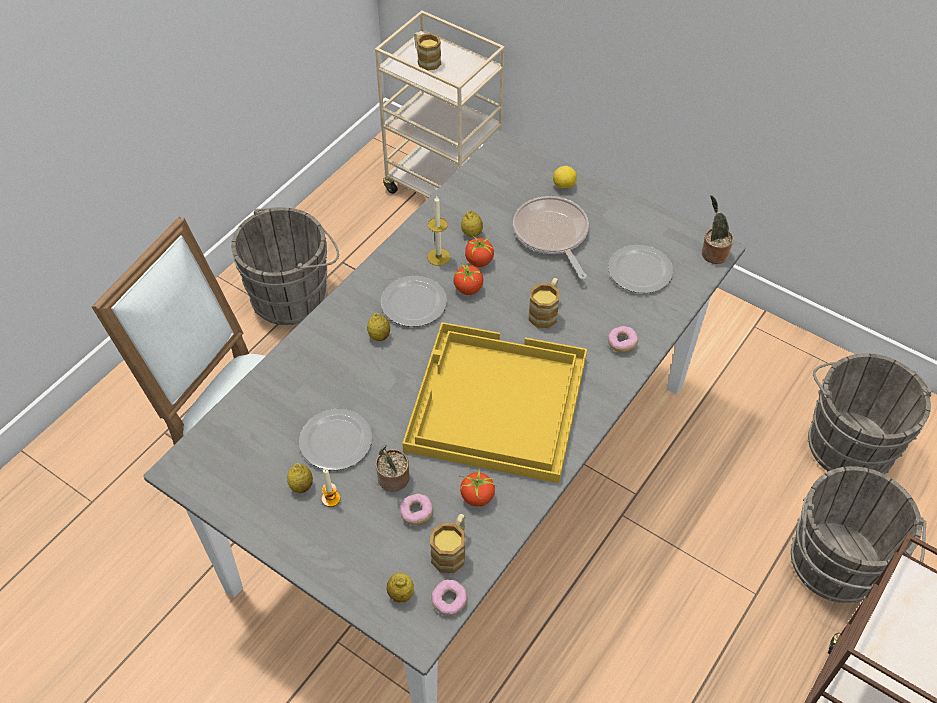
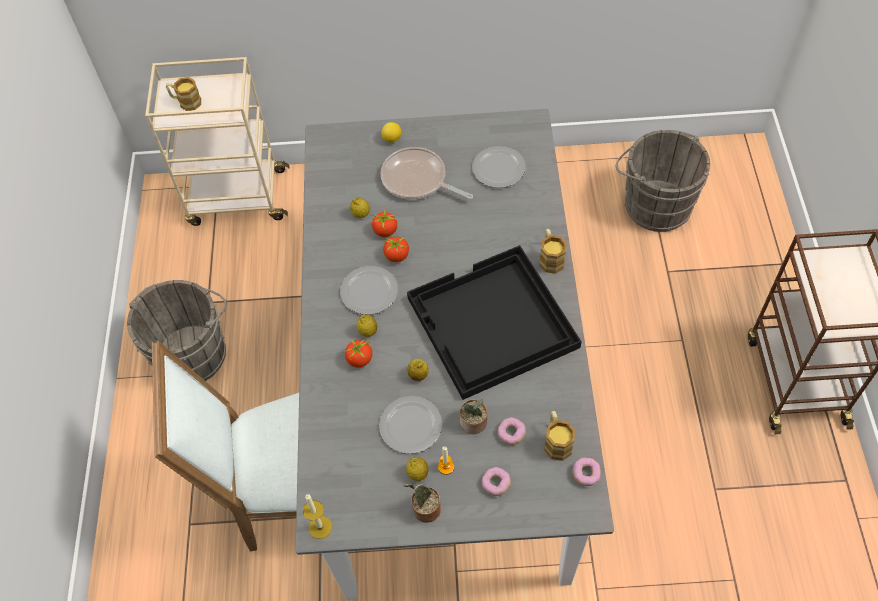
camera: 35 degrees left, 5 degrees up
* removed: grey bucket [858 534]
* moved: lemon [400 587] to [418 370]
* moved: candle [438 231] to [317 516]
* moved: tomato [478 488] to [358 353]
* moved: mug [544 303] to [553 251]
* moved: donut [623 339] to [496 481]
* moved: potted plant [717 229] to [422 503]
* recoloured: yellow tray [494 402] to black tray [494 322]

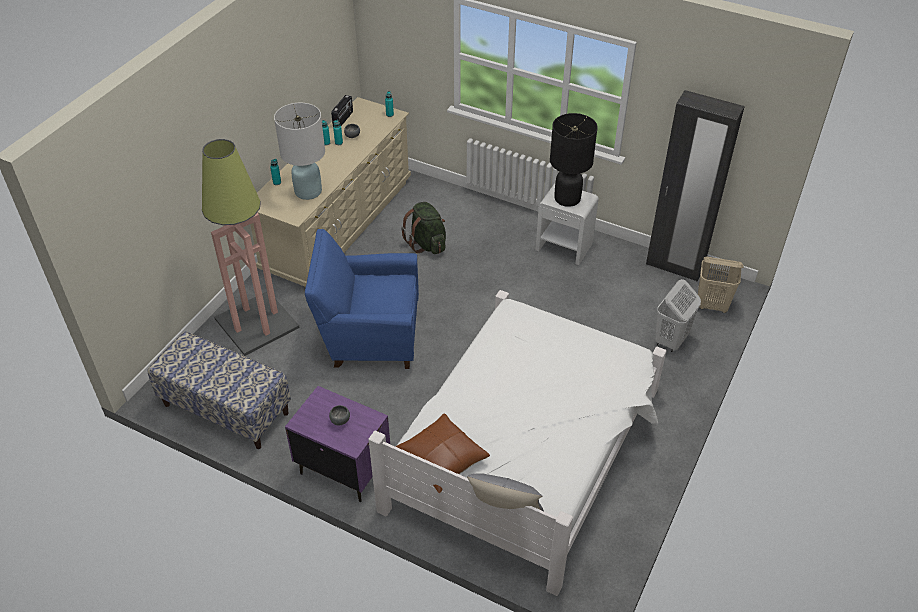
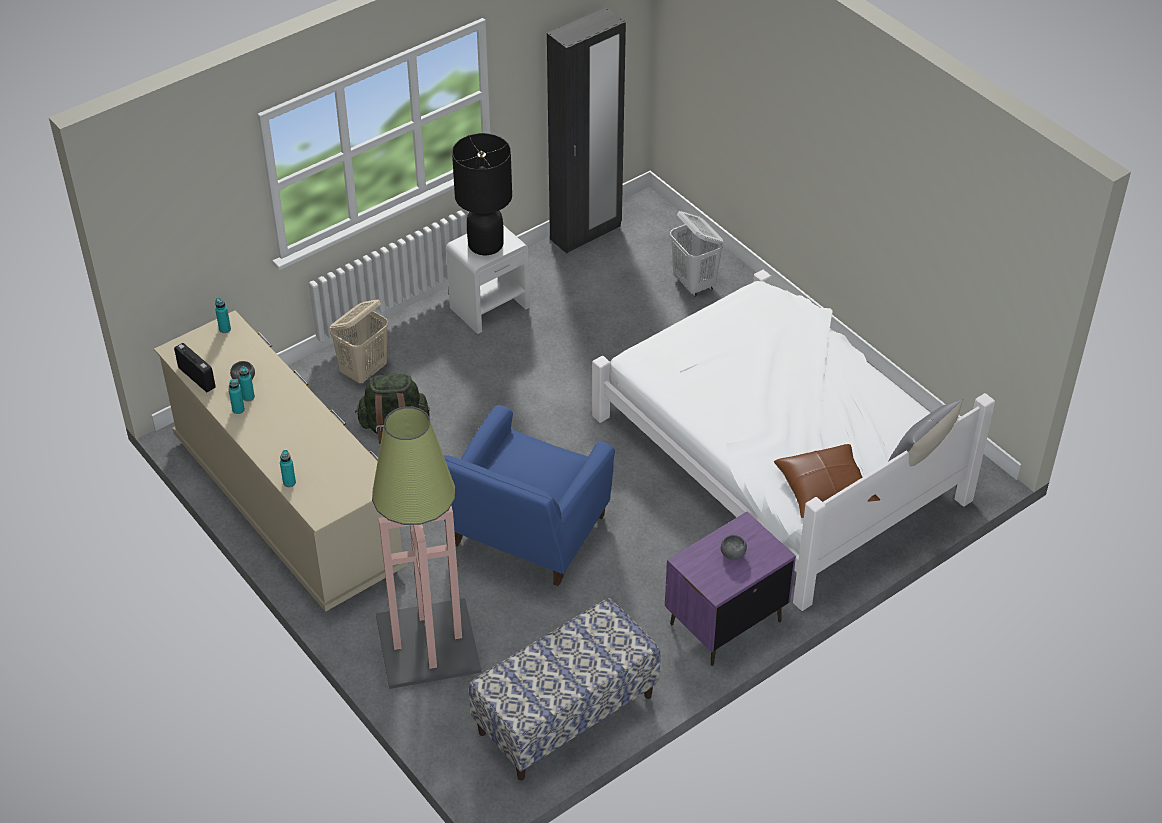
camera: 65 degrees left, 0 degrees up
* removed: white table lamp [299 151]
* moved: beige laundry basket [721 285] to [359 341]

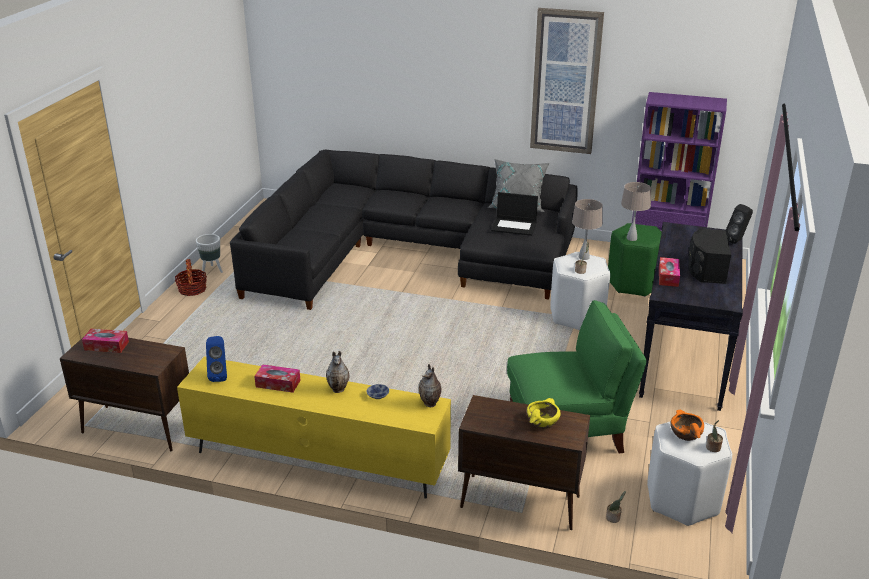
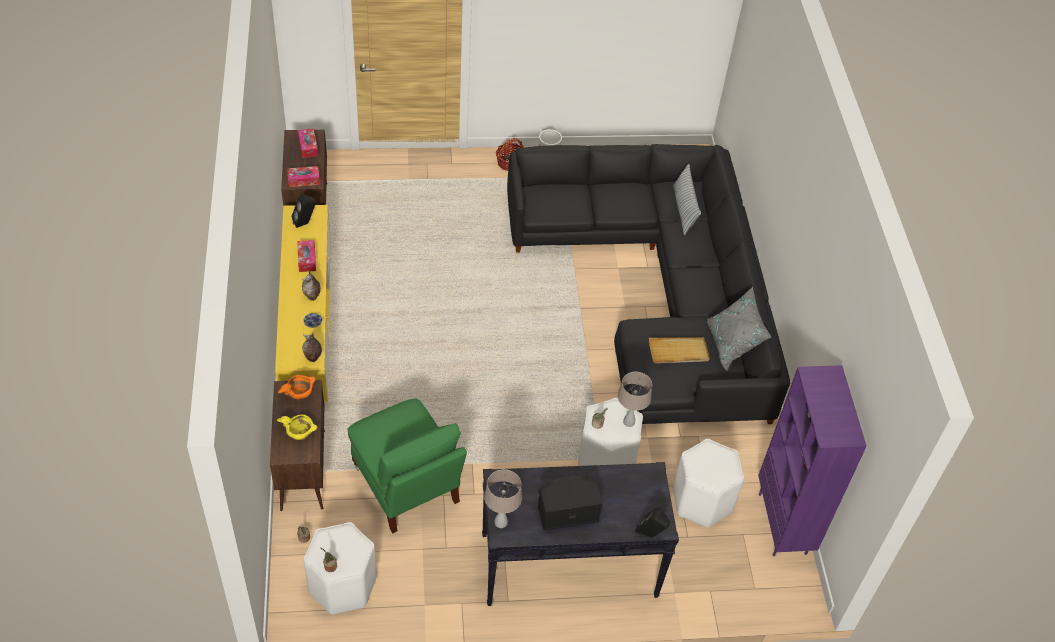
camera: 65 degrees right, 20 degrees up
* removed: picture [567 81]
* added: pillow [687 199]
* moved: beige table lamp [636 211] to [503 498]
* moved: tissue box [669 272] to [303 176]
* moved: orange bowl [687 425] to [297 387]
* replaced: laptop [514 214] to beige tray [679 350]
* recoloured: blue speaker [216 359] to black speaker [304 211]
* recoloured: green stool [635 260] to white stool [708 483]

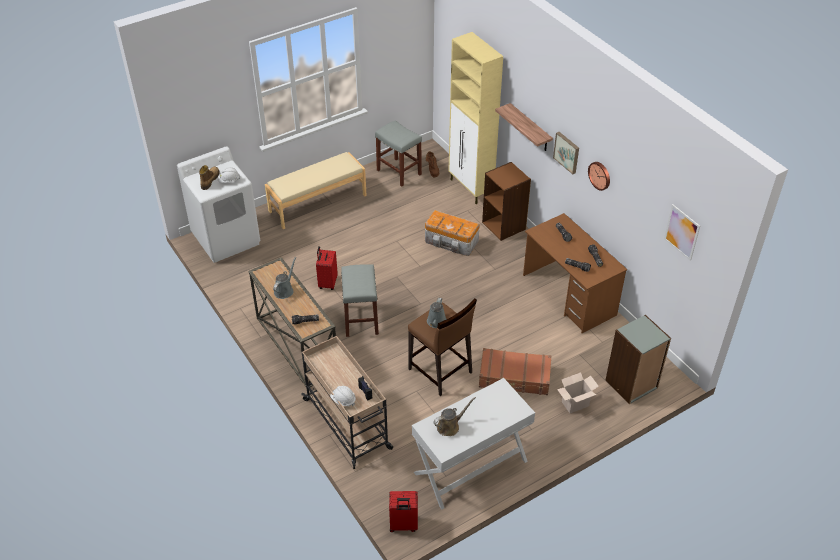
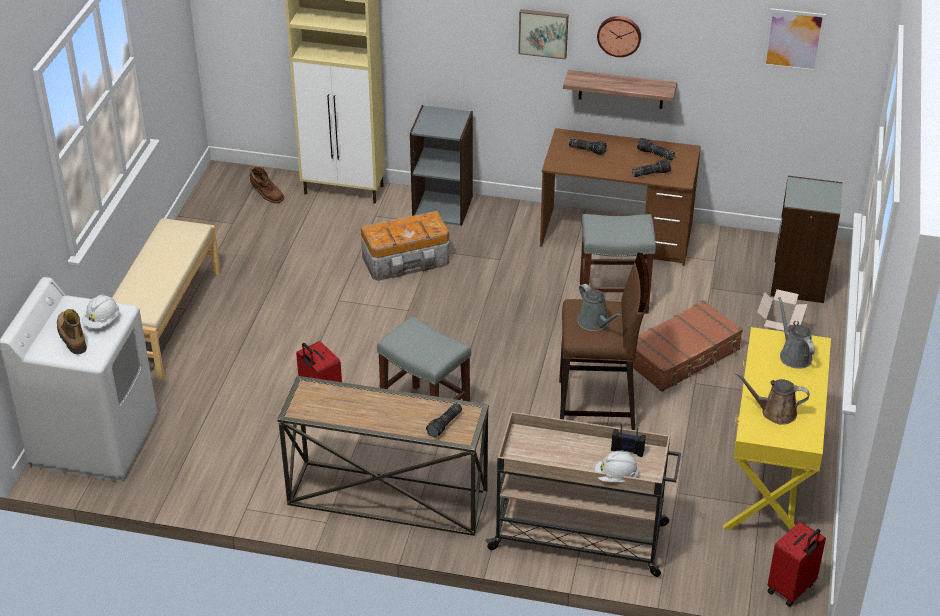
camera: 45 degrees left, 5 degrees down
* moved: grey watering can [284 278] to [796 333]
* moved: grey stool [398 153] to [618 264]
* moved: shelf [524 127] to [620 89]
* recoloured: white console table [473 443] to yellow console table [777 428]
* recoloured: brown bookcase [506 201] to grey bookcase [441 165]
* turned: brown watering can [454 416] = [772 398] 90 degrees counterclockwise

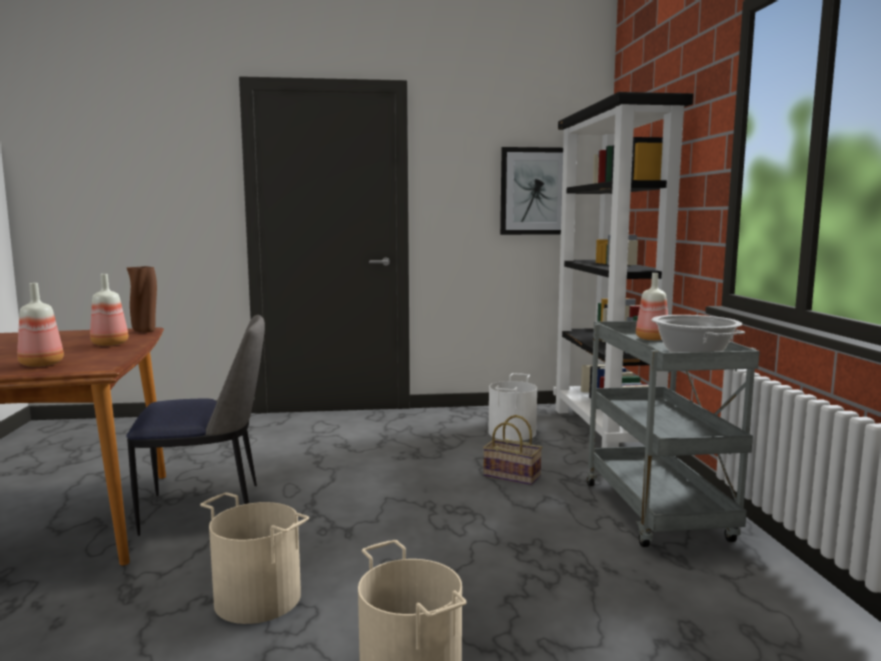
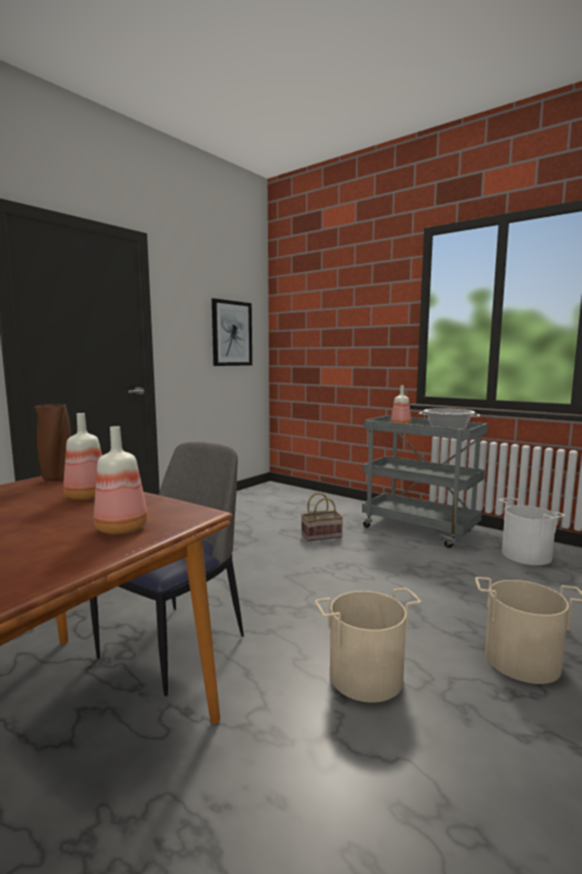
camera: 45 degrees left, 0 degrees up
* removed: black bookcase [623 270]
* moved: white bucket [512 407] to [532 531]

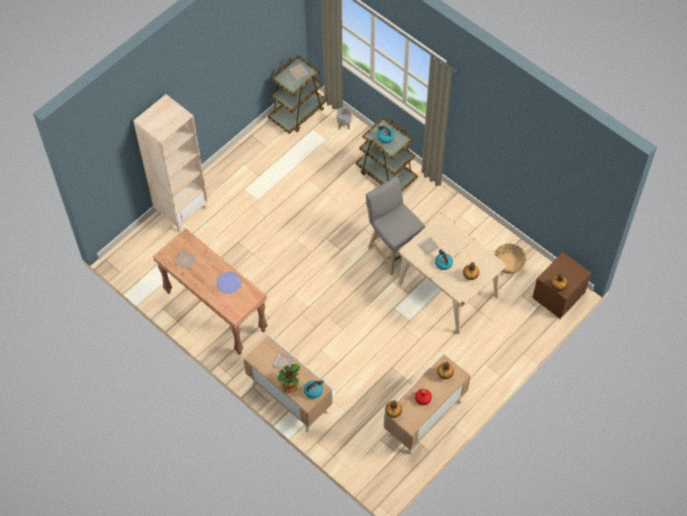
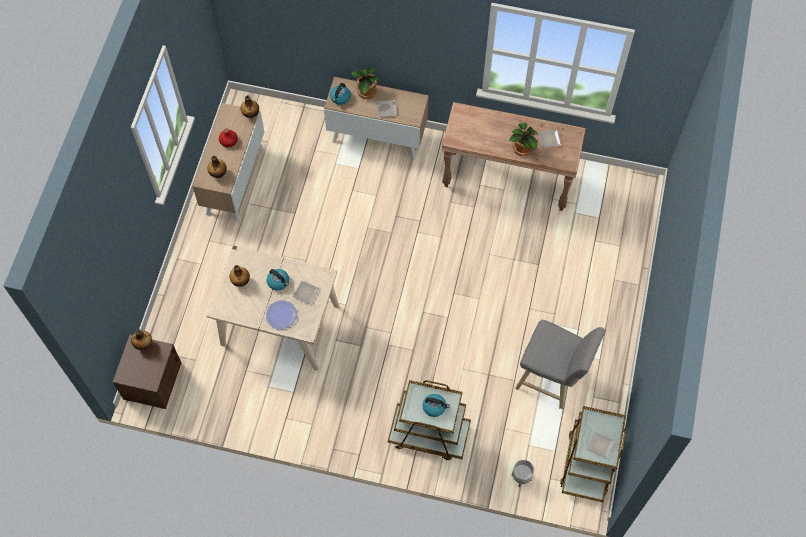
camera: 150 degrees right, 5 degrees up
* removed: beige bookcase [170 163]
* removed: basket [510 258]
* added: potted plant [523 139]
* moved: plate [229 283] to [281 314]
* moved: grey stool [395 225] to [560 364]

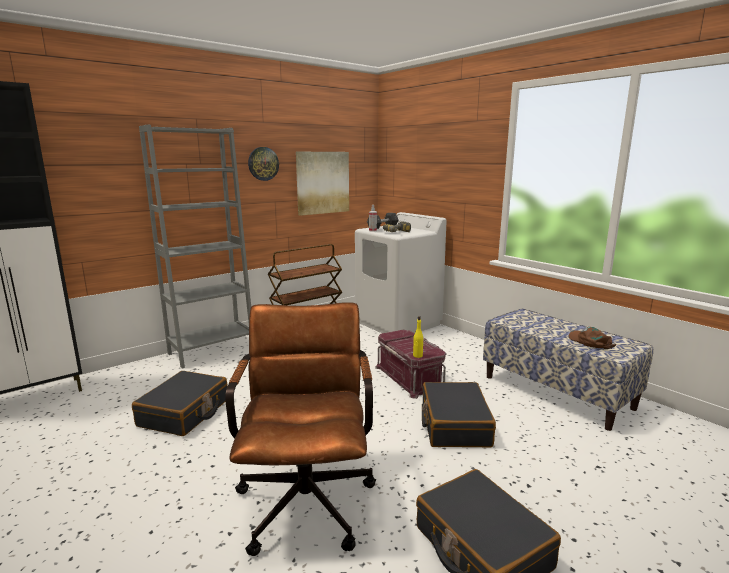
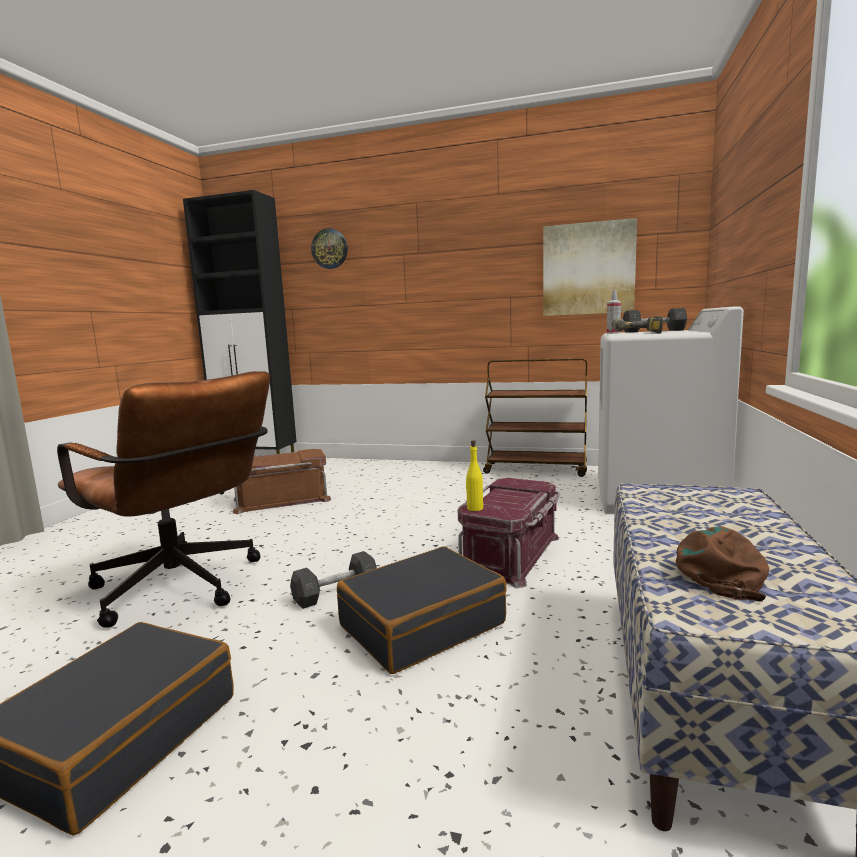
camera: 55 degrees right, 5 degrees down
* removed: grey bookcase [195 247]
* added: grey dumbbell [333 580]
* moved: wall clock [263 164] to [329 248]
* replaced: black suitcase [180 403] to brown storage box [282 481]
* turned: brown office chair [300 429] = [163 499] 75 degrees clockwise

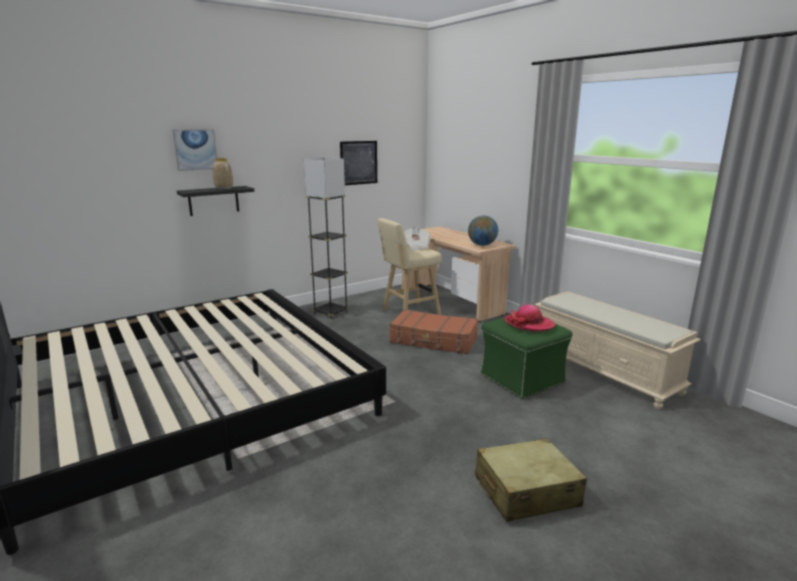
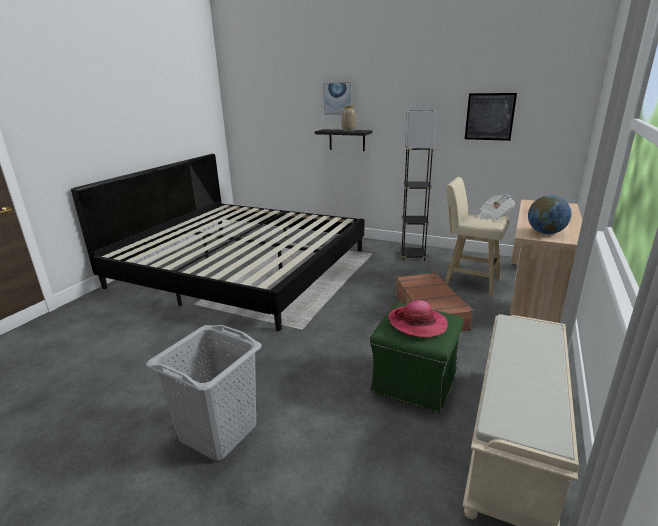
camera: 60 degrees right, 5 degrees up
* replaced: beige suitcase [531 480] to grey laundry basket [204 392]

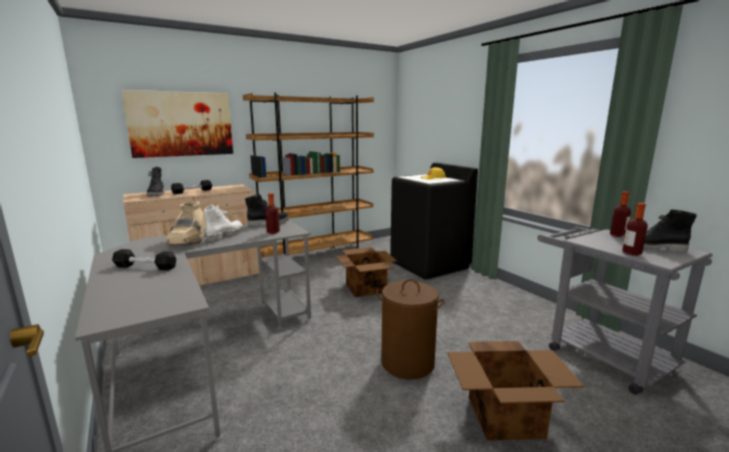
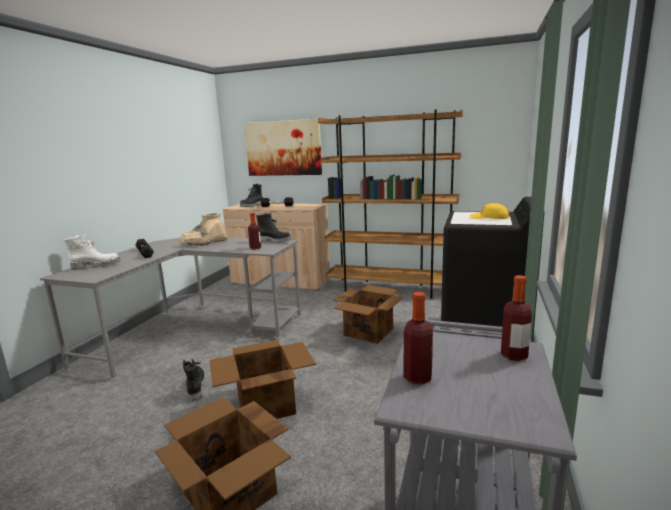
camera: 50 degrees right, 0 degrees up
* moved: white boot [223 224] to [92 252]
* moved: black boot [659 231] to [194 380]
* replaced: brown laundry basket [410 329] to cardboard box [262 379]

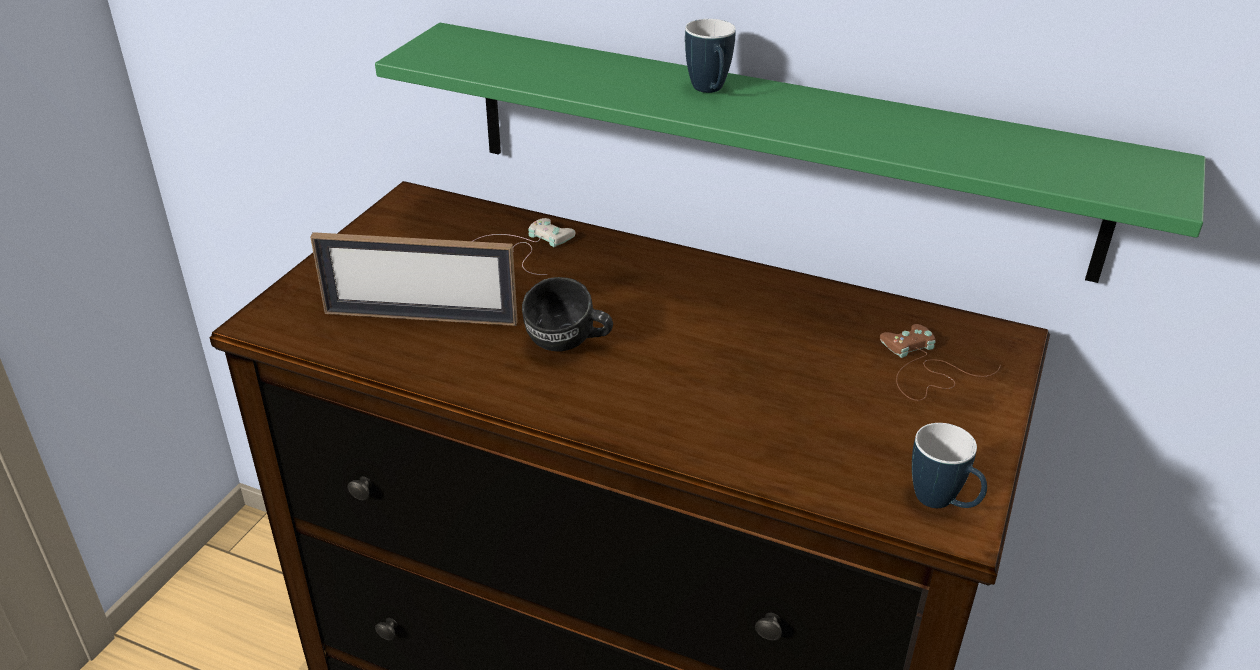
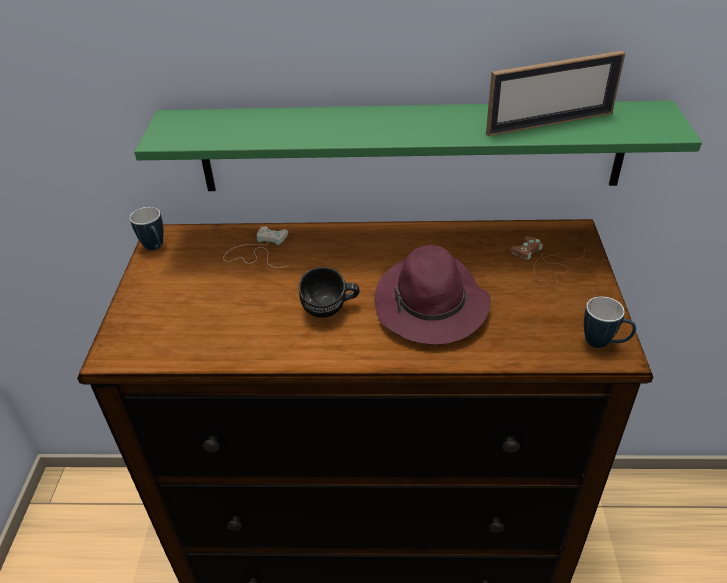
camera: 20 degrees left, 5 degrees up
* added: purple hat [432 295]
* moved: picture frame [414 279] to [555 93]
* moved: mug [710 56] to [147 228]

